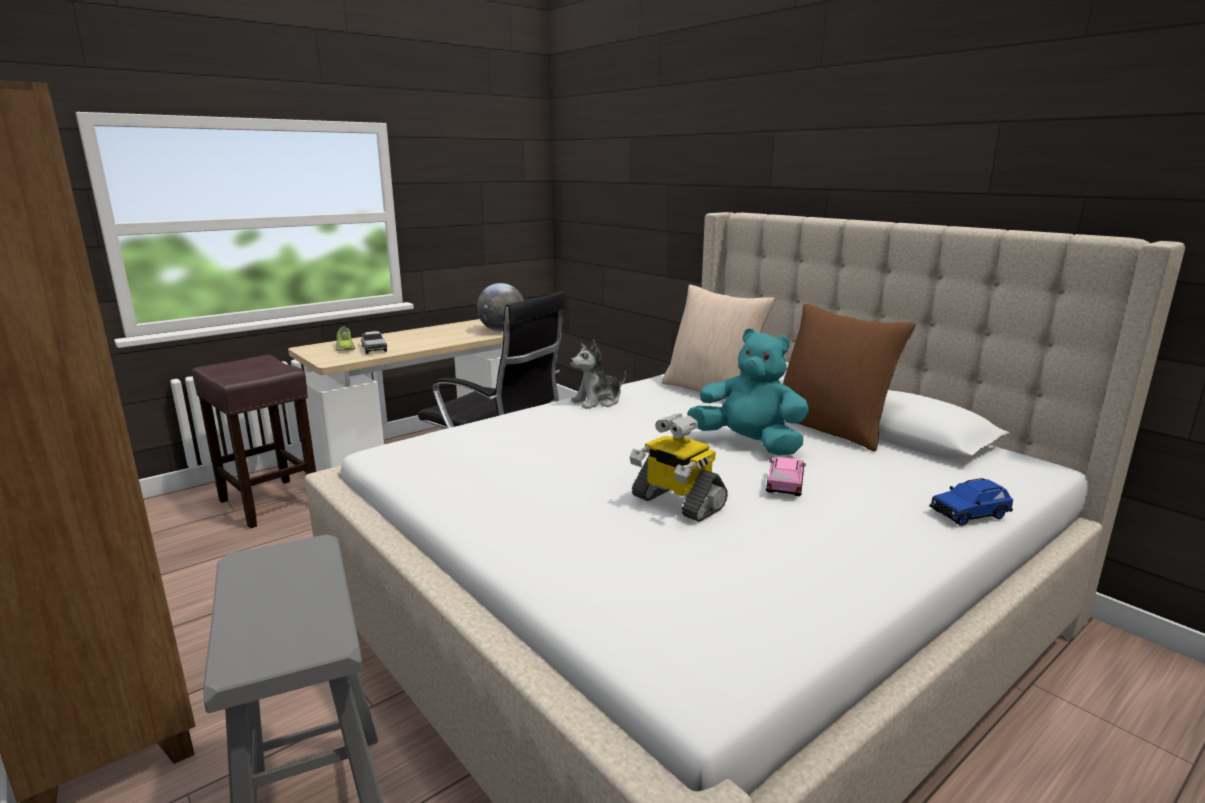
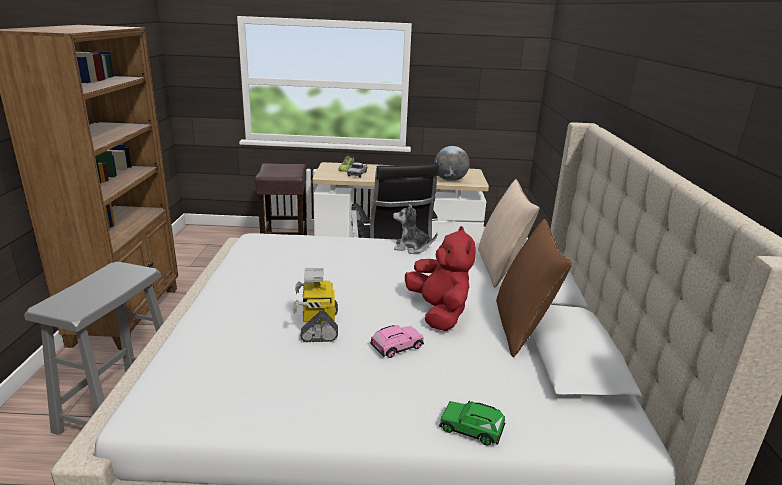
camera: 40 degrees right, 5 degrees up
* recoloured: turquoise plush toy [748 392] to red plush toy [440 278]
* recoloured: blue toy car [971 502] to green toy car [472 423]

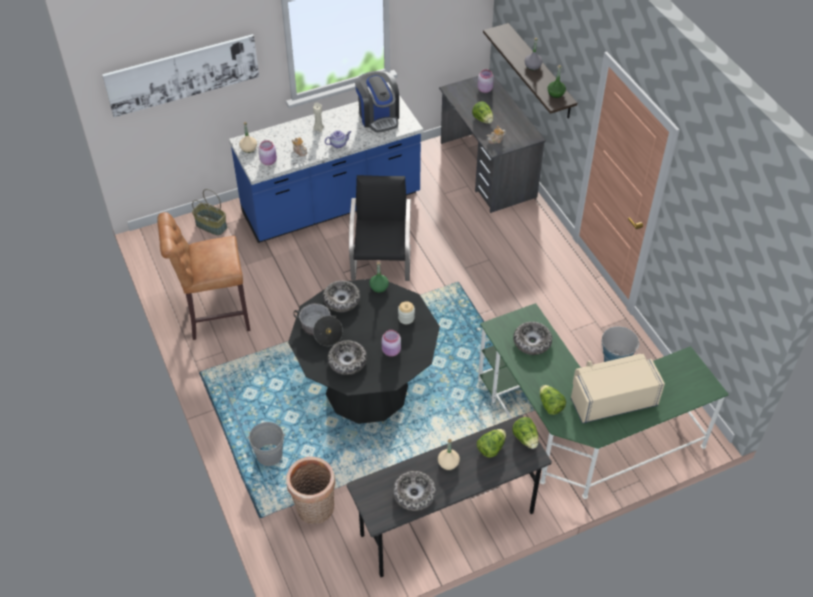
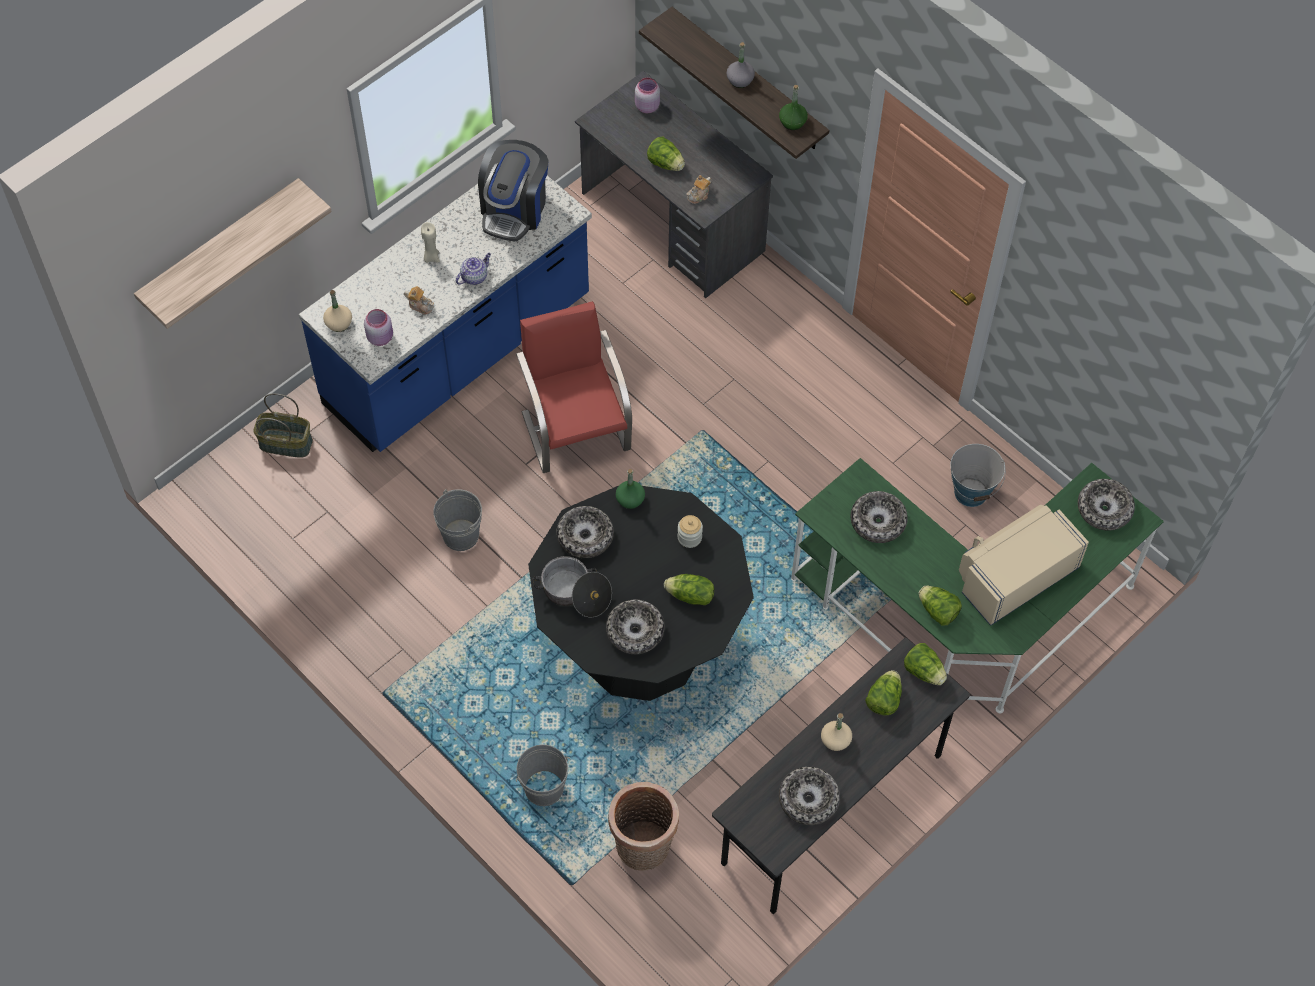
camera: 20 degrees left, 10 degrees up
* removed: brown stool [204 276]
* added: grey bucket [457 520]
* added: bowl [1106 505]
* replaced: picture [180 75] to shelf [233 253]
* replaced: pink jar [391 343] to lettuce [689 589]
* recoloured: black chair [380 228] to red chair [574 387]
* turned: coffee machine [377 101] = [513 190] 60 degrees clockwise

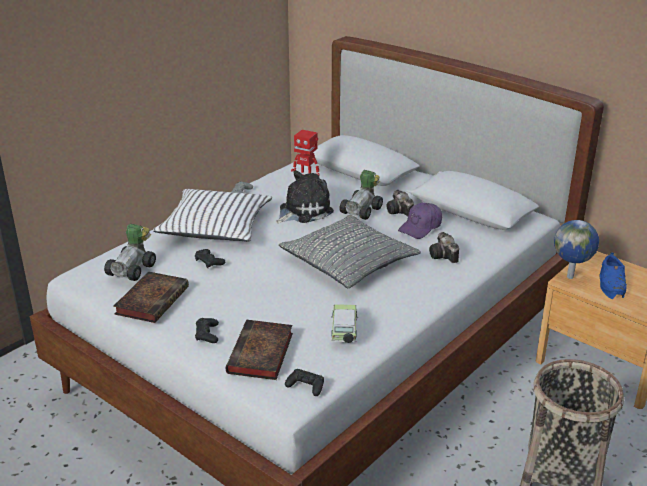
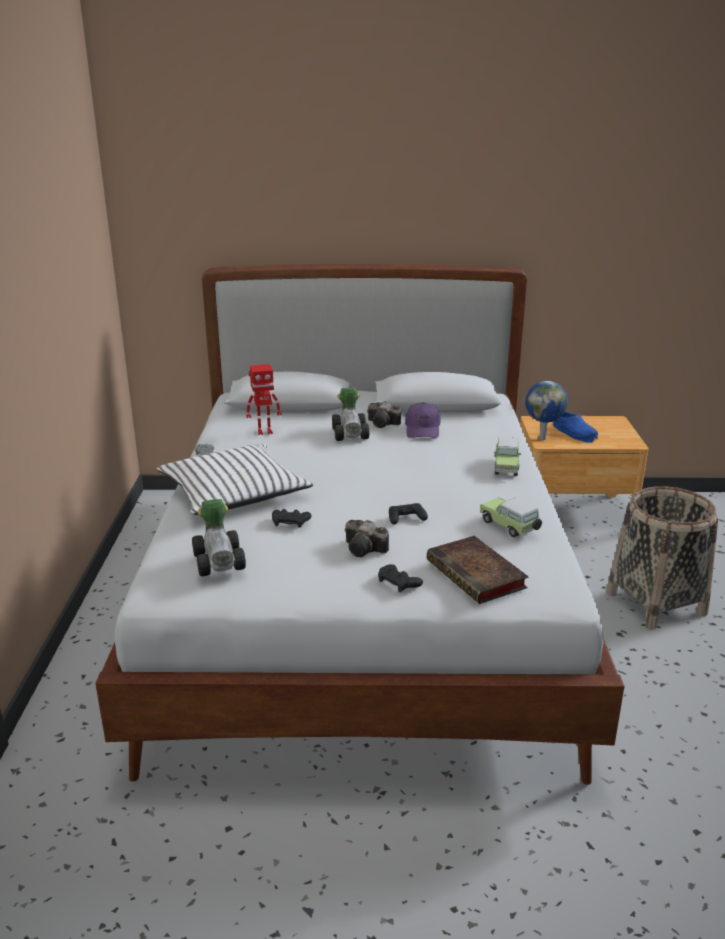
camera: 40 degrees left, 5 degrees down
* removed: book [151 297]
* removed: plush toy [305 197]
* removed: grey pillow [350 251]
* added: toy car [507 456]
* moved: black game controller [304 382] to [408 514]
* moved: photo camera [444 247] to [367 538]

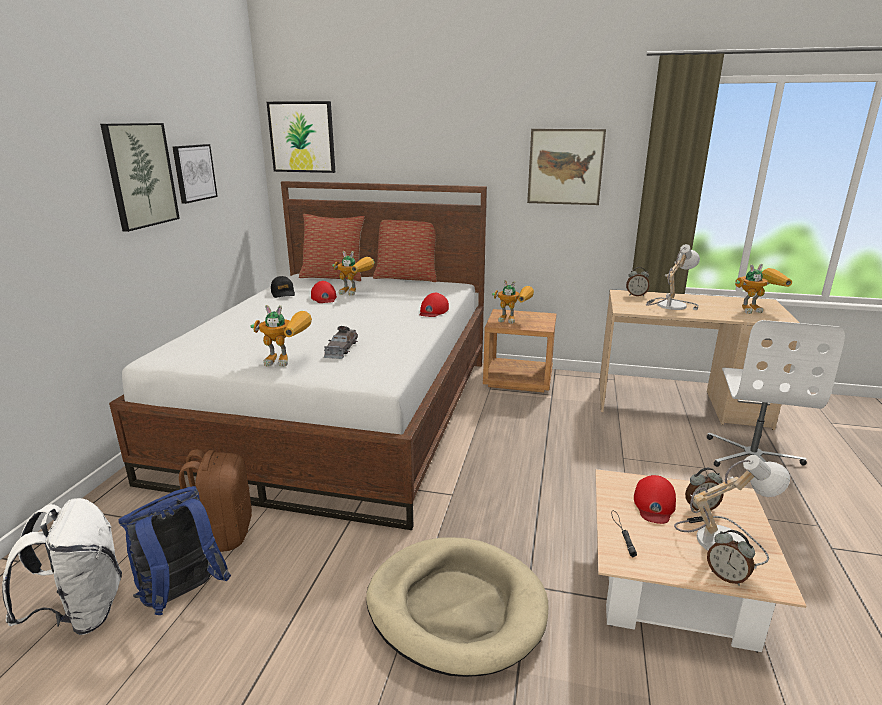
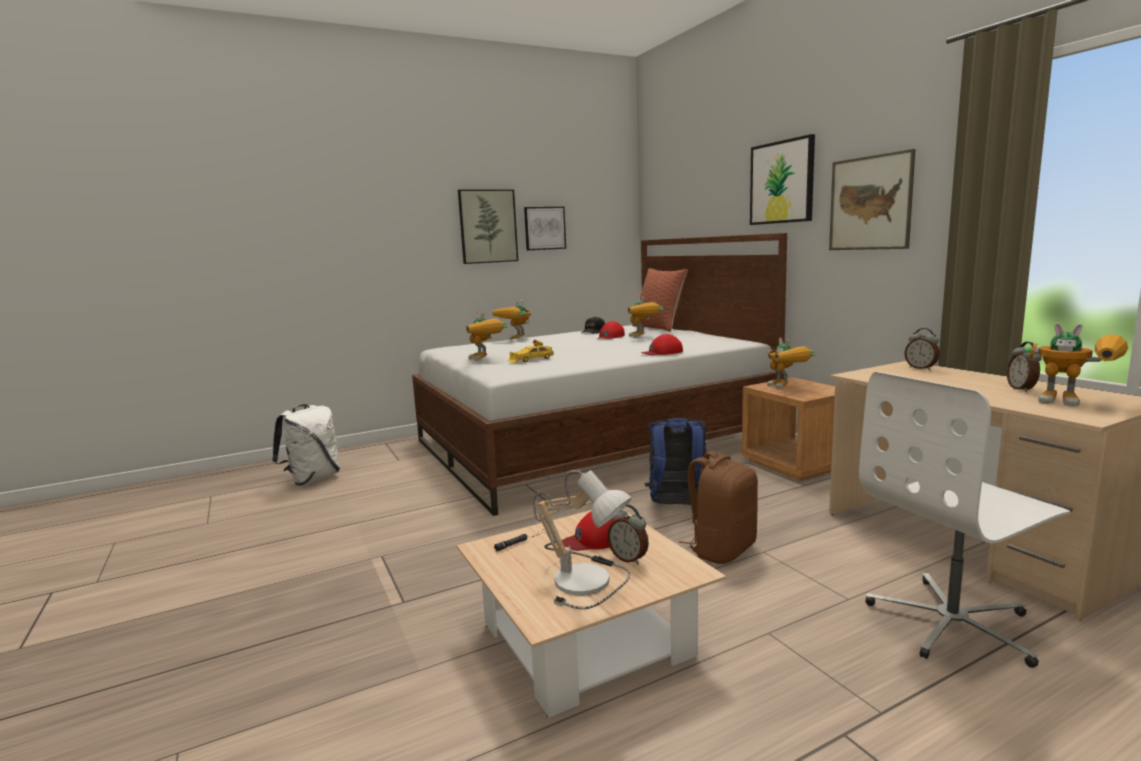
camera: 50 degrees right, 10 degrees down
* removed: beige dog bed [457 607]
* removed: pillow [405 251]
* removed: table lamp [673 277]
* added: toy robot [511 320]
* moved: blue backpack [175 550] to [675 461]
* moved: brown backpack [215 500] to [718 507]
* moved: picture [301 137] to [782 179]
* moved: alarm clock [731 558] to [1024 367]
* recoloured: grey toy car [341 342] to yellow toy car [530 351]

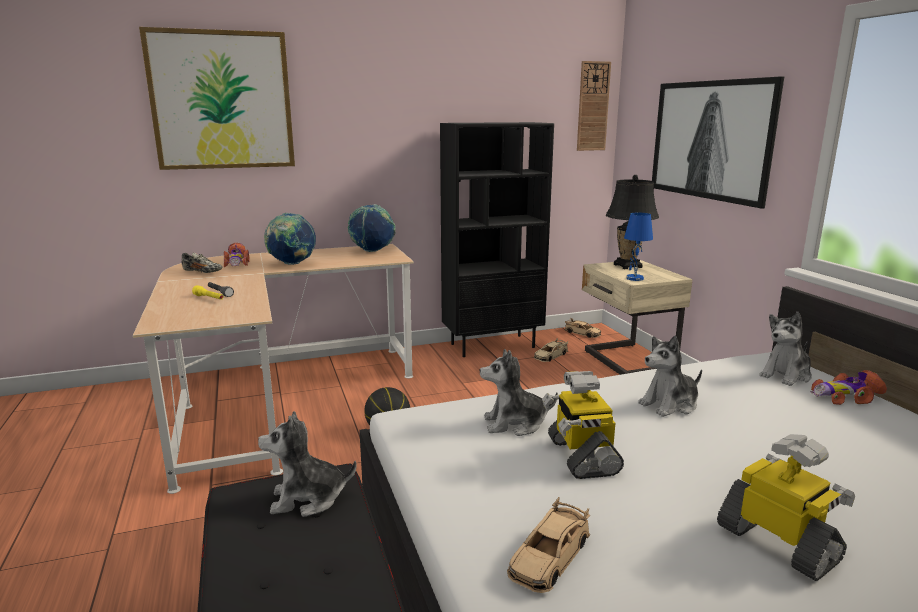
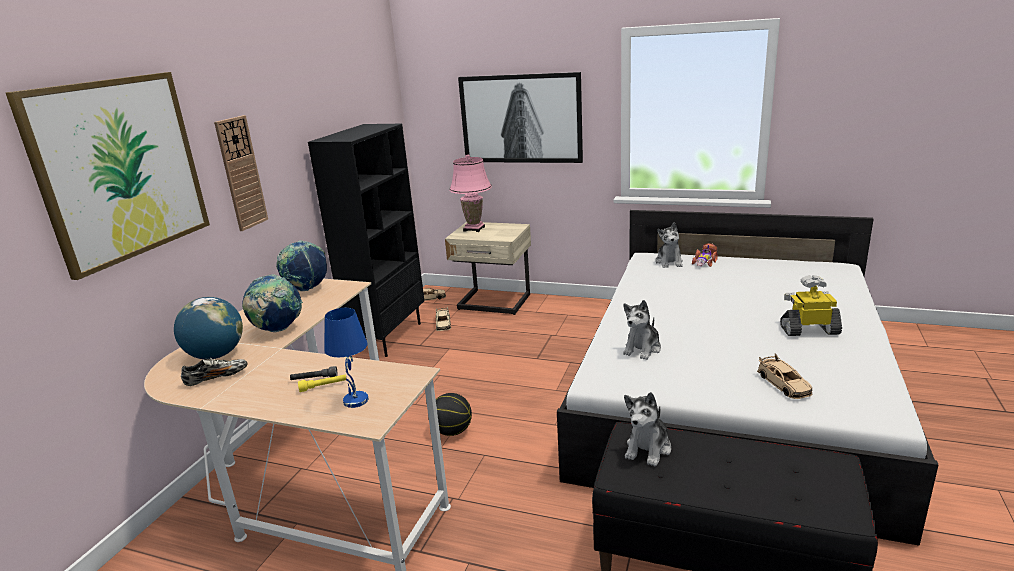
camera: 50 degrees left, 5 degrees up
* removed: toy robot [583 425]
* removed: plush toy [670 376]
* moved: wall clock [594 106] to [241 173]
* moved: blue table lamp [638 247] to [346 358]
* replaced: toy car [237 255] to globe [208 328]
* recoloured: black table lamp [632 222] to pink table lamp [470 193]

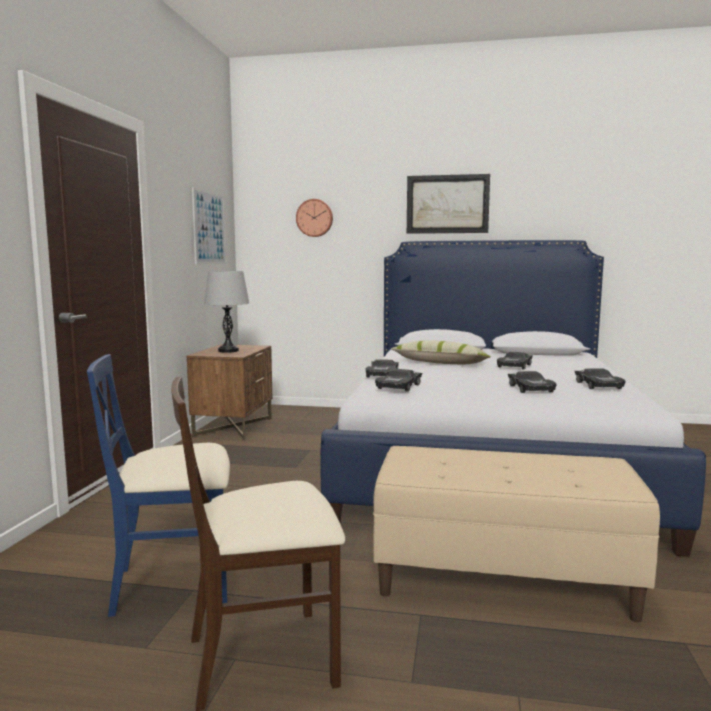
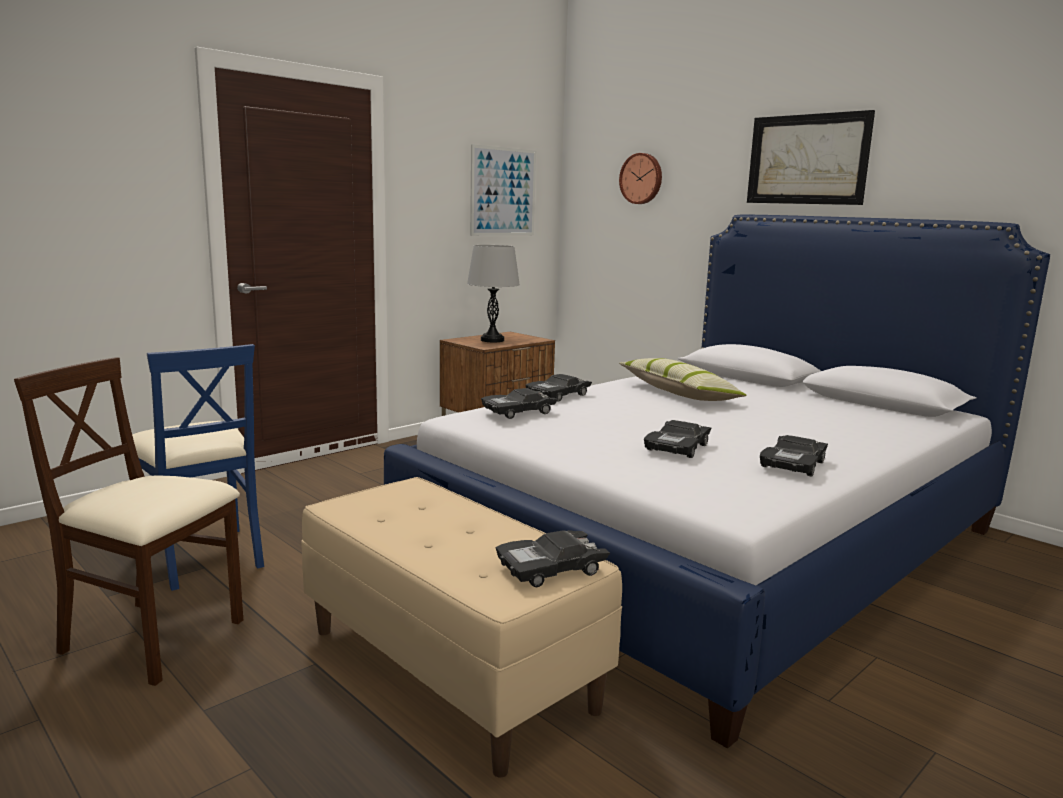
camera: 35 degrees right, 5 degrees up
* moved: black toy car [515 360] to [553 558]
* turned: blue chair [158 485] = [198 467] 150 degrees counterclockwise

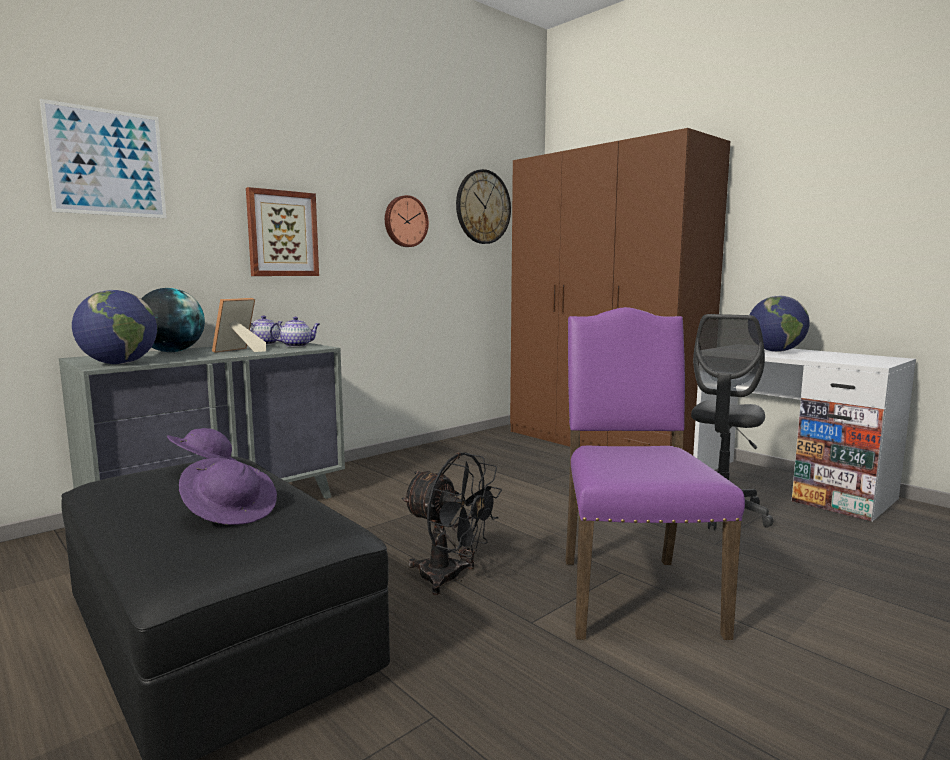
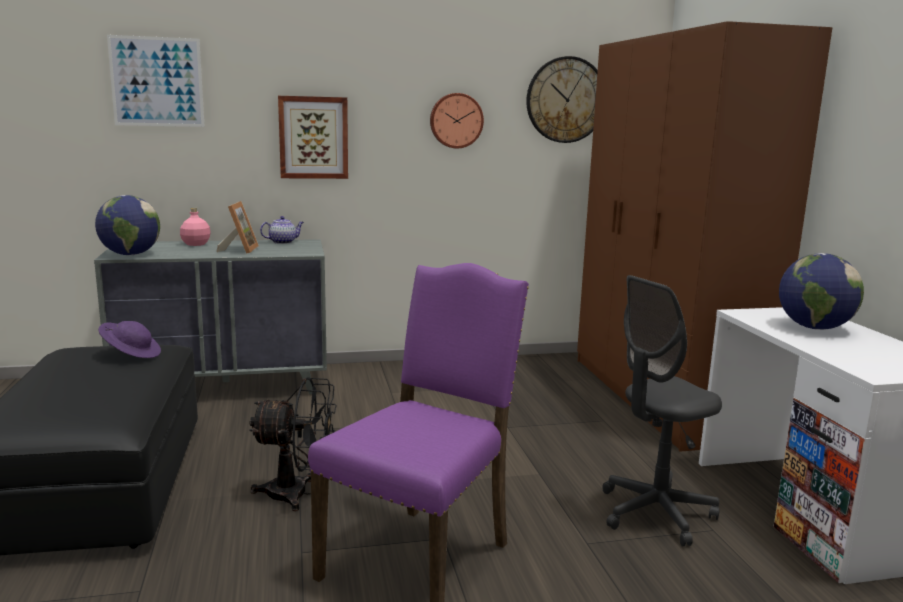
camera: 30 degrees right, 5 degrees up
* removed: purple hat [228 491]
* removed: teapot [295 332]
* replaced: globe [173 320] to pink bottle [195 227]
* turned: picture frame [239 325] = [237 227] 120 degrees clockwise
* turned: black fan [451 524] = [292 444] 60 degrees counterclockwise

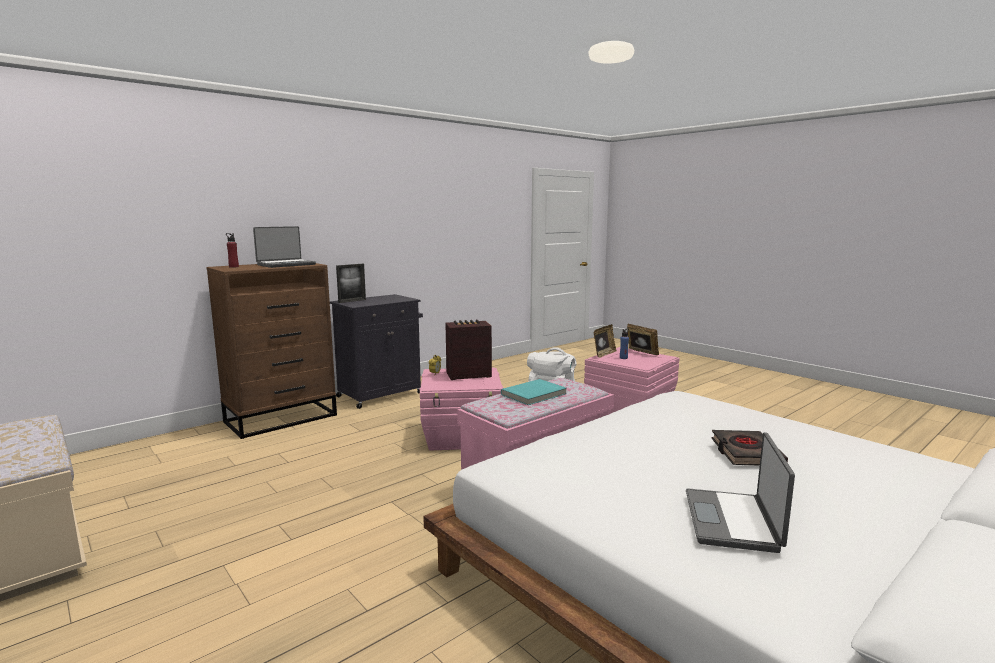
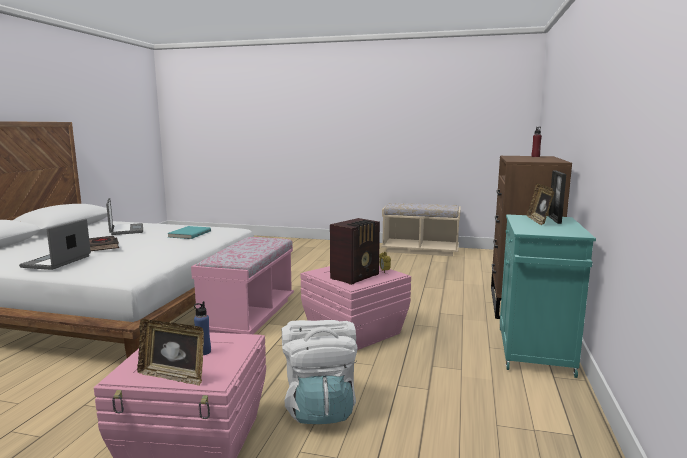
camera: 145 degrees right, 0 degrees up
* moved: laptop [284 247] to [55 244]
* moved: turquoise book [534 392] to [189 232]
* moved: picture frame [605 341] to [541 204]
* recoloured: black cabinet [376 351] to turquoise cabinet [548 296]

